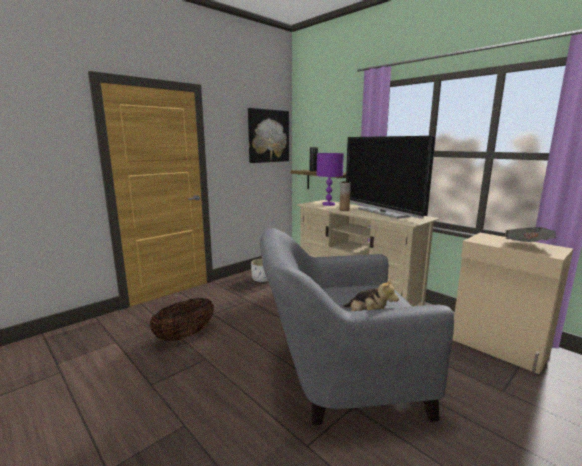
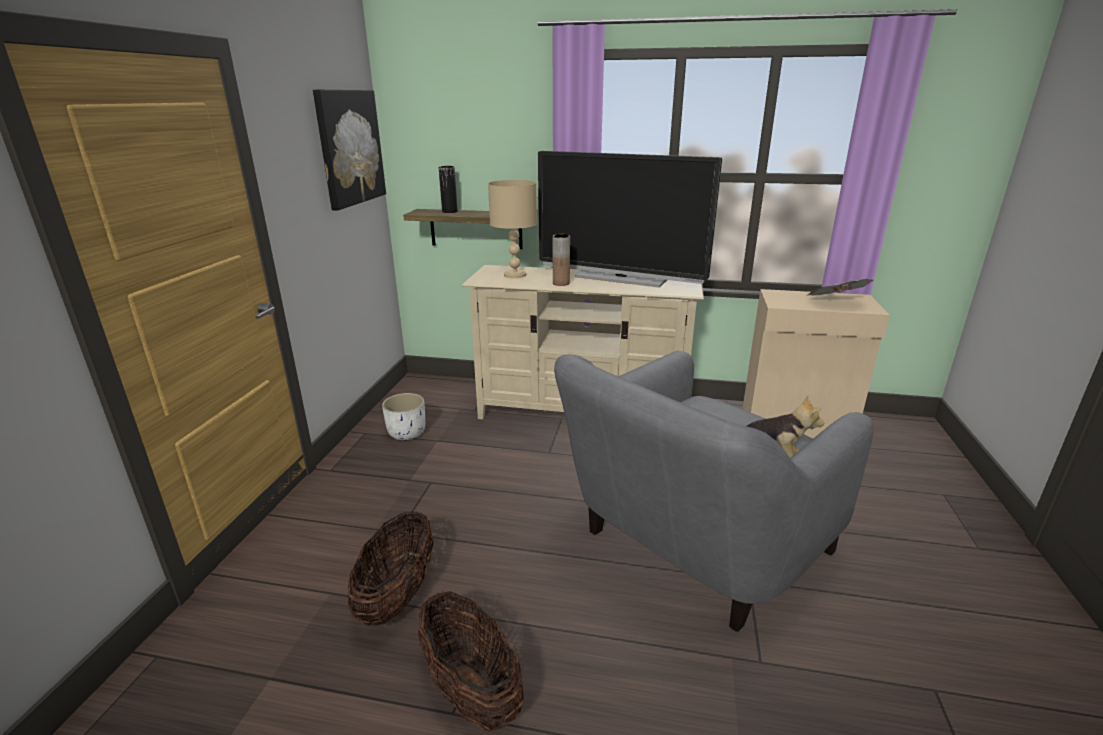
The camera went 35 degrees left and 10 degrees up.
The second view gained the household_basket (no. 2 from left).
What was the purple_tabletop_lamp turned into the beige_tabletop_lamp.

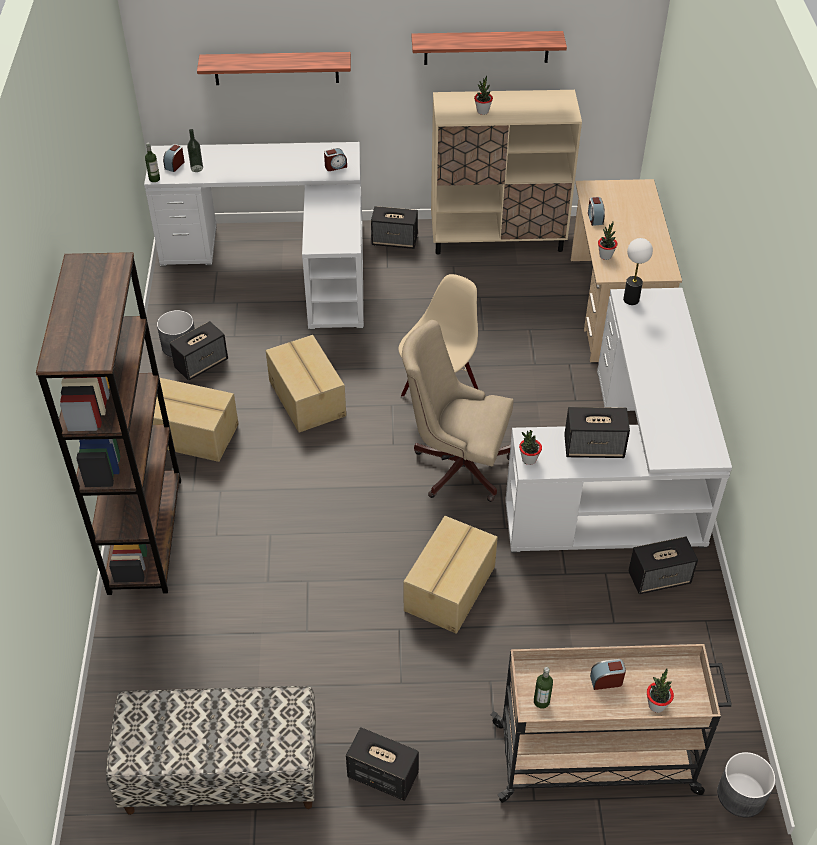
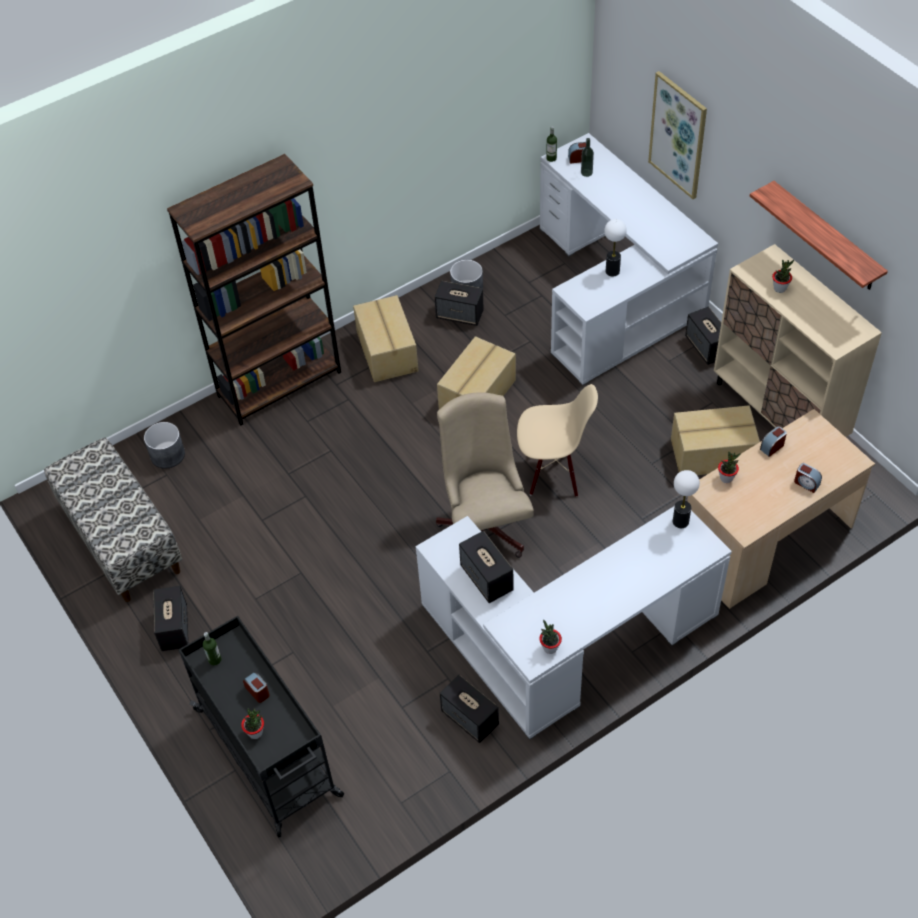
The camera went 60 degrees right and 5 degrees up.
The grey_plant_pot (no. 2 from left in the first image) ended up elsewhere.
What was the beige_trolley turned into the blackish_trolley.
The potted_plant (no. 2 from left) ended up elsewhere.
The second view gained the tabletop_lamp (no. 1 from left).
Where the bracket_shelf (no. 1 from left) hung, the wall_picture came to hang.
The cardboard_box (no. 3 from left) ended up elsewhere.
The alarm_clock (no. 2 from left in the first image) ended up elsewhere.

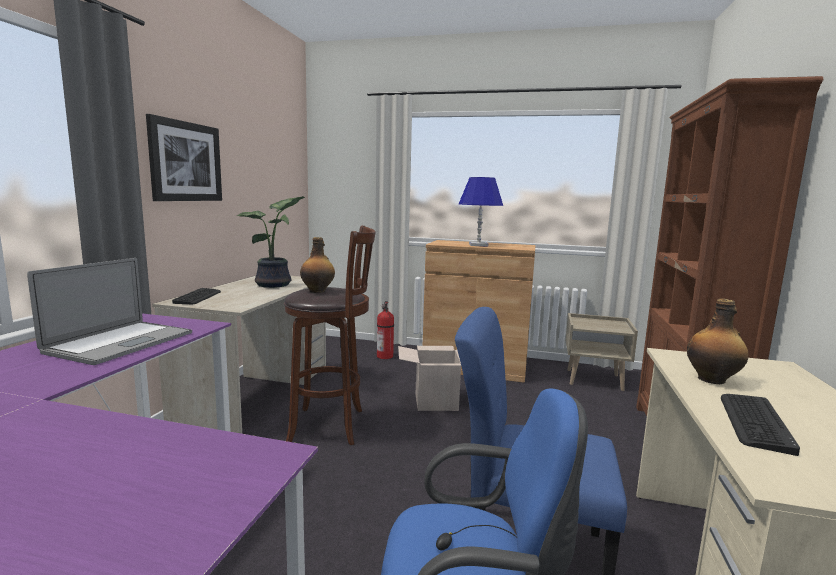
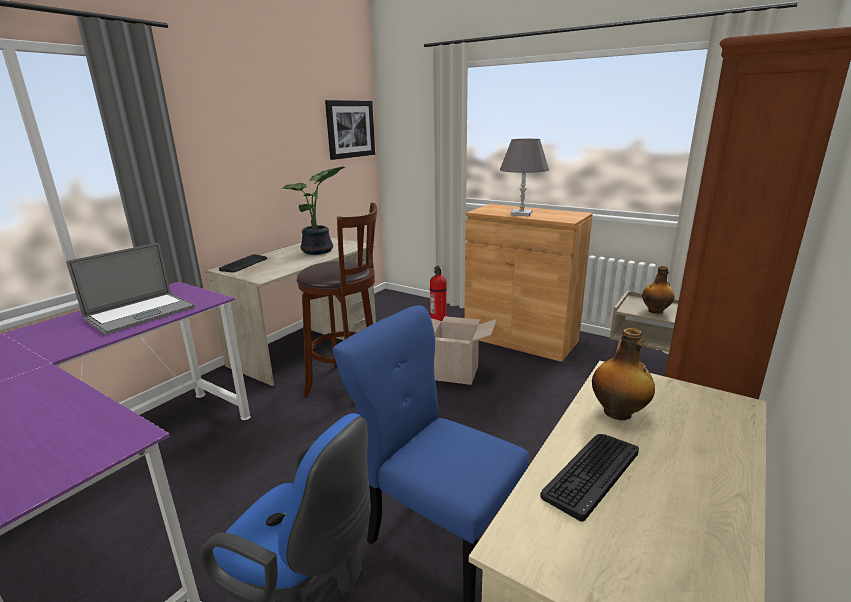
The camera went 20 degrees right and 10 degrees up.
The wall_picture ended up elsewhere.
What was the blue-coloured_tabletop_lamp turned into the grey_tabletop_lamp.
The bottle (no. 1 from left in the first image) ended up elsewhere.

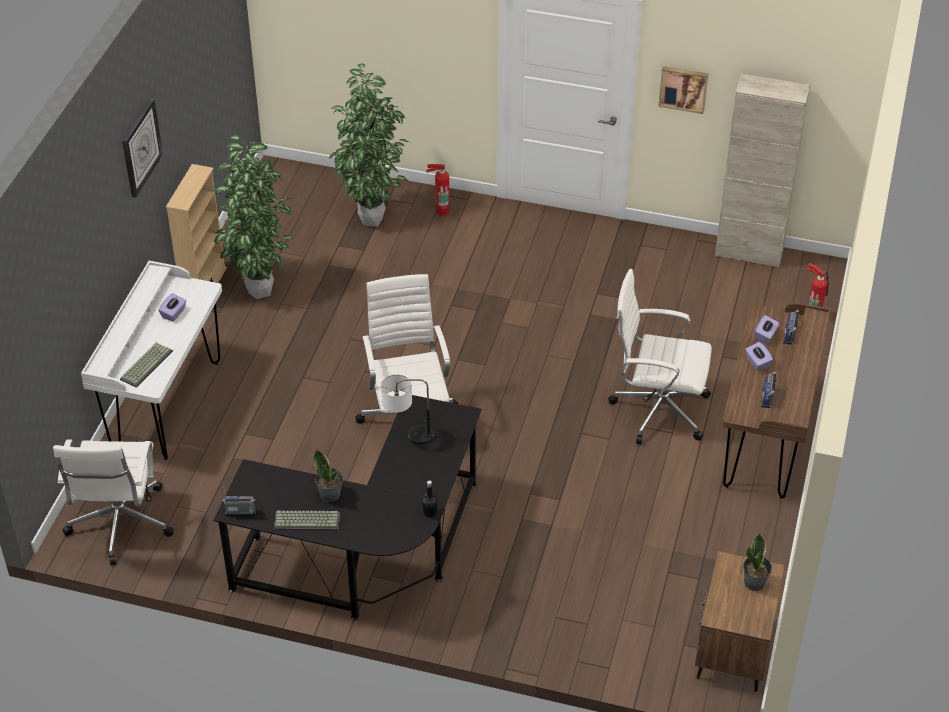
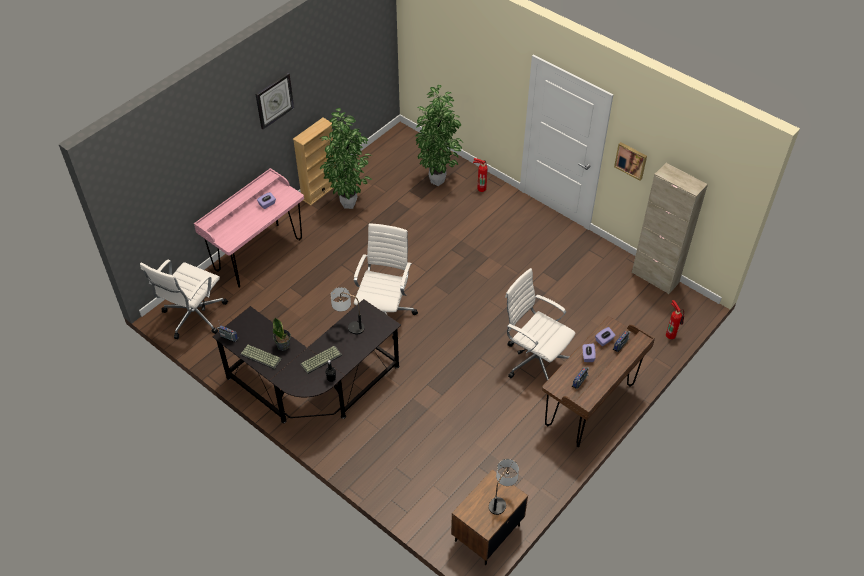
The camera went 25 degrees right and 5 degrees up.
What was the whitish_desk_unit turned into the pinkish_desk_unit.
The keyboard (no. 1 from left in the first image) ended up elsewhere.
Where the potted_plant (no. 4 from left) stood, the tabletop_lamp (no. 2 from left) came to stand.

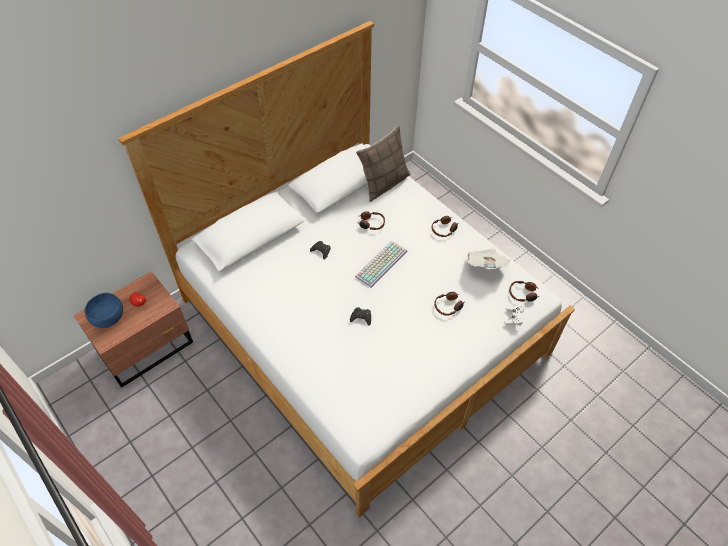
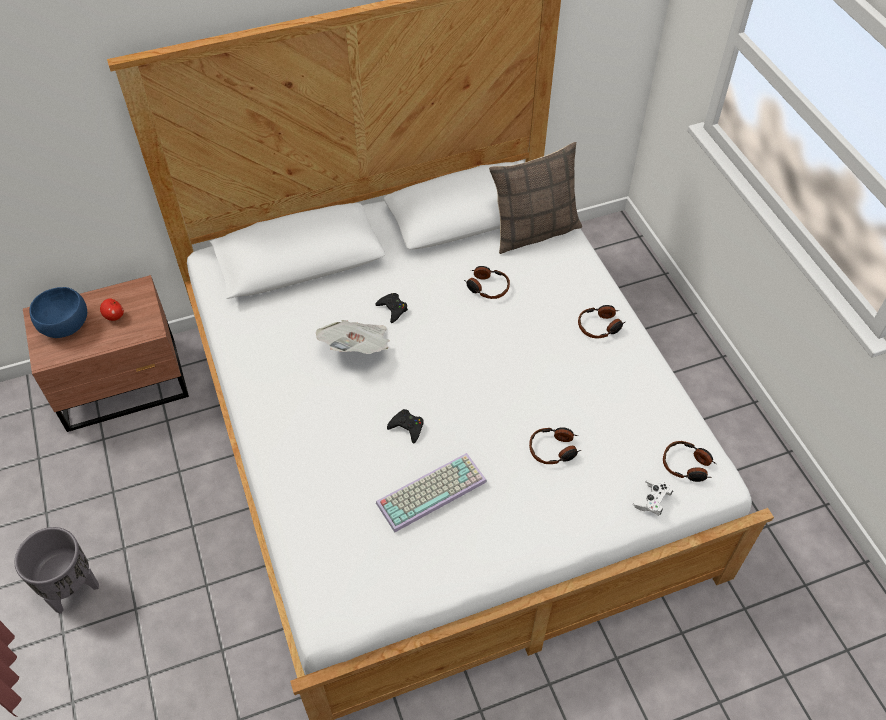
The camera went 20 degrees right and 0 degrees up.
The second view gained the grey_plant_pot.
The printed_paper ended up elsewhere.
The keyboard ended up elsewhere.

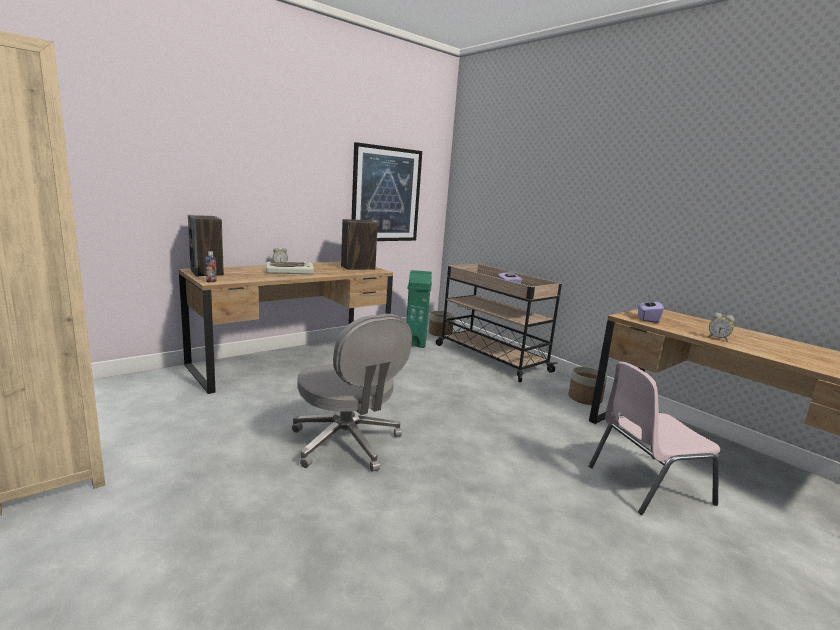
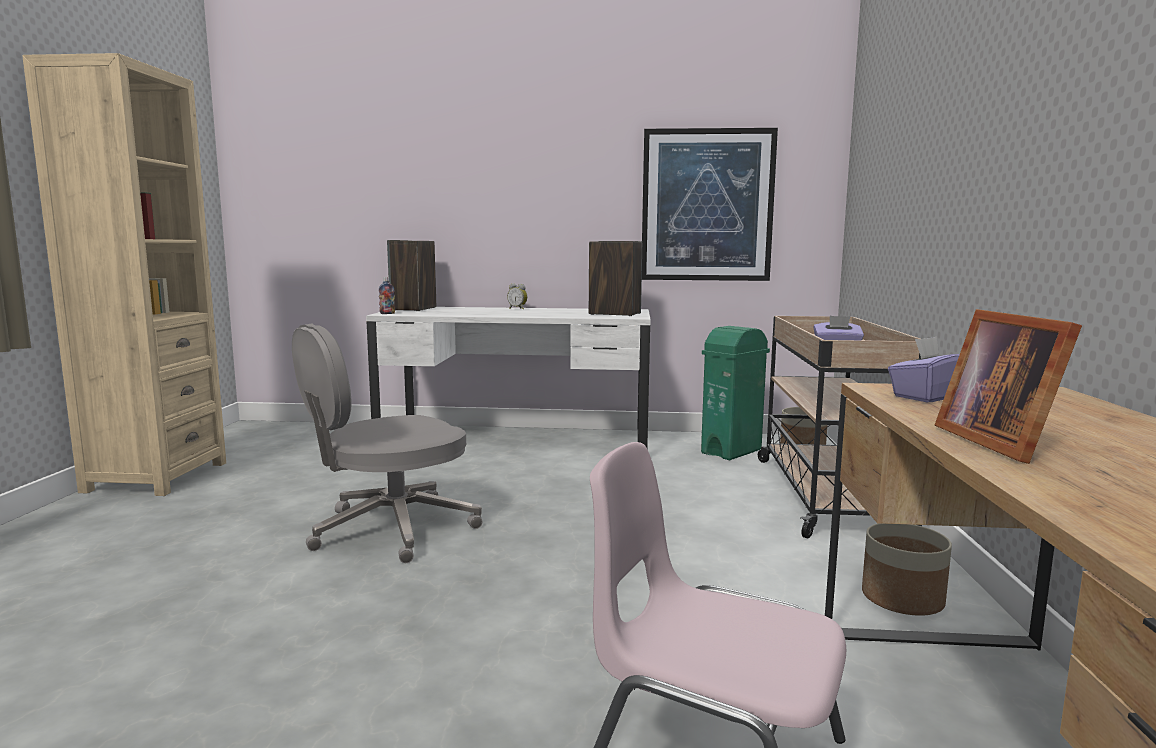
The camera went 45 degrees right and 5 degrees down.
The grey_office_chair ended up facing another way, 45 degrees clockwise from before.
What was the brownish_desk_unit (no. 1 from left) turned into the whitish_desk_unit.
Where the alarm_clock (no. 2 from left) stood, the photo_frame came to stand.
The second view lost the keyboard.

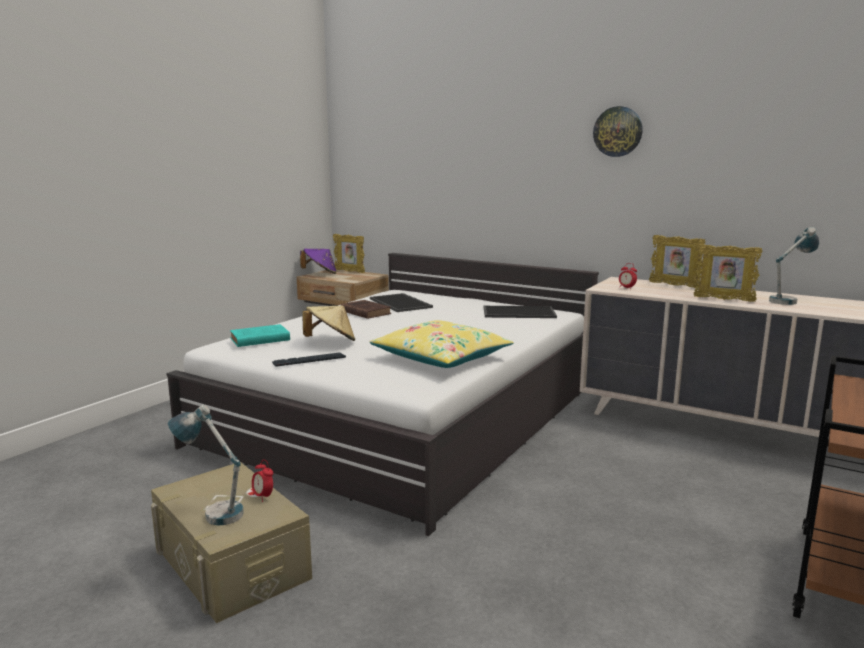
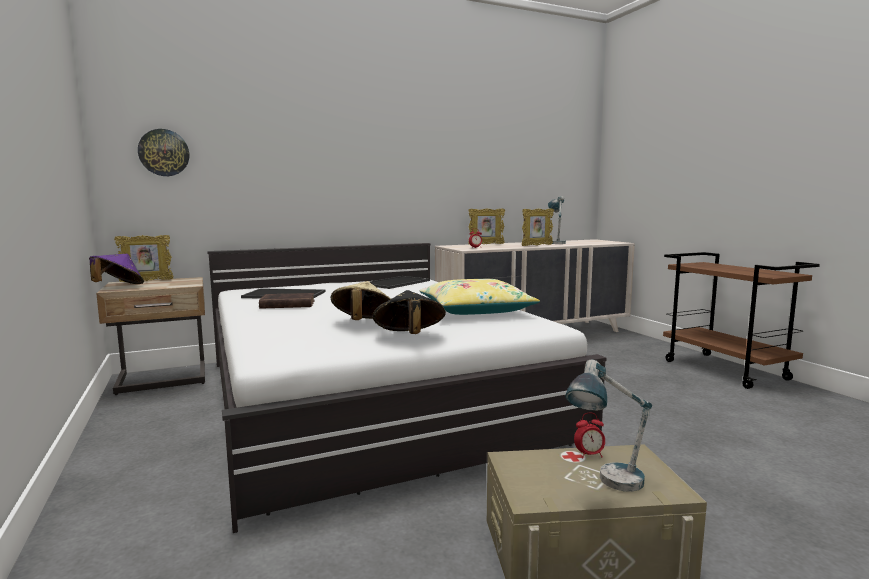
The camera went 55 degrees left and 5 degrees down.
The clock_on_the_wall ended up elsewhere.
Where the keyboard stood, the blackish_hat came to stand.
The second view lost the turquoise-coloured_volume.

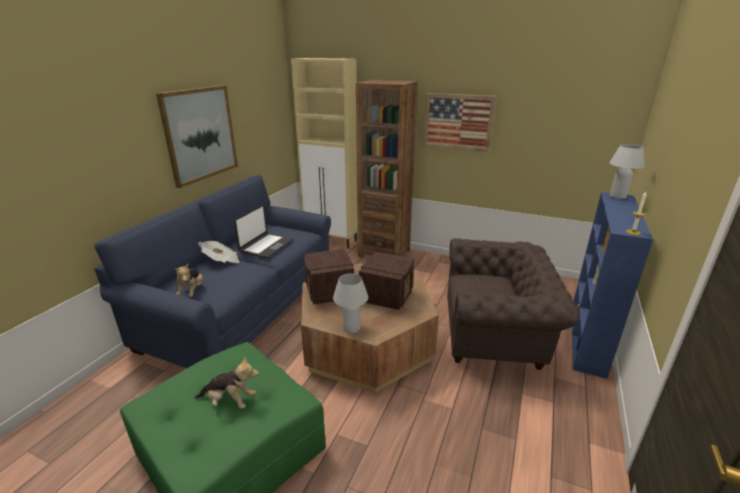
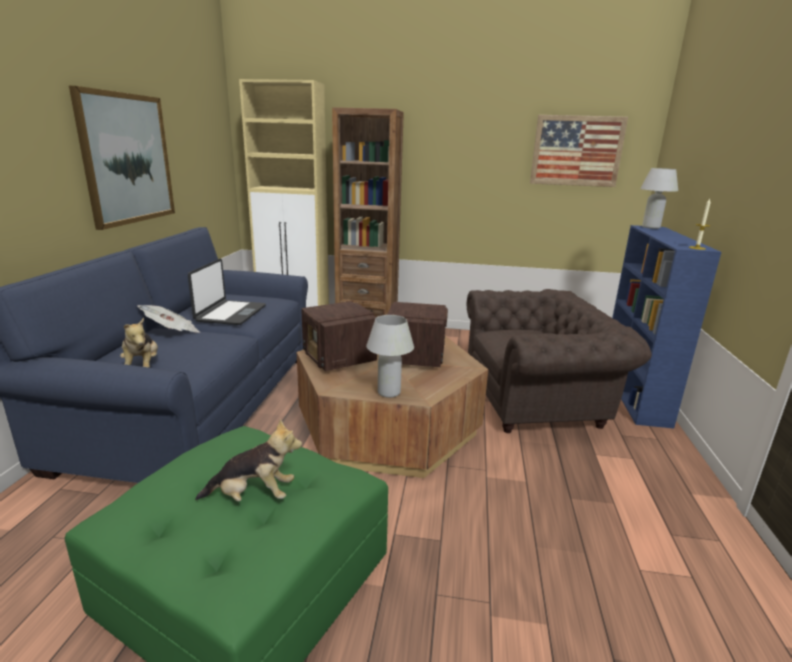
The camera went 15 degrees left and 5 degrees down.
The wall_picture (no. 2 from left) ended up elsewhere.

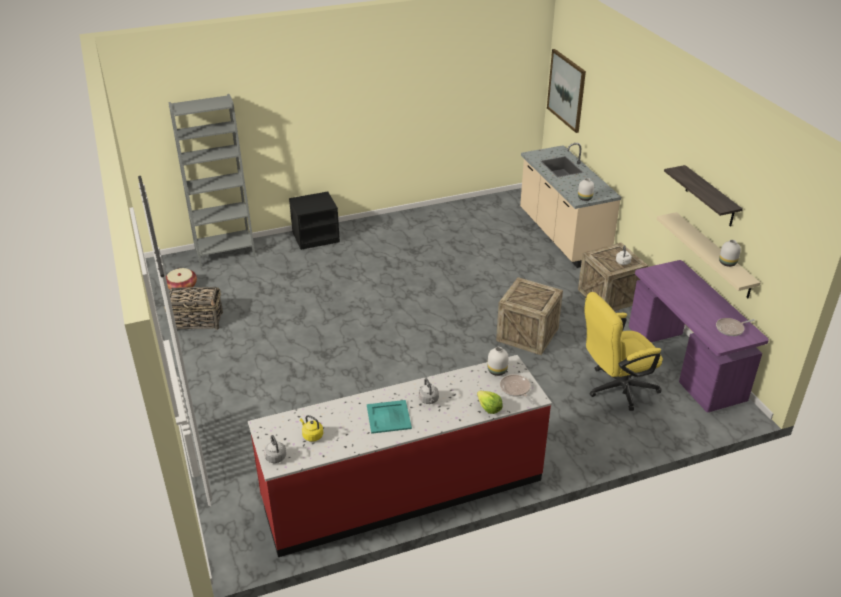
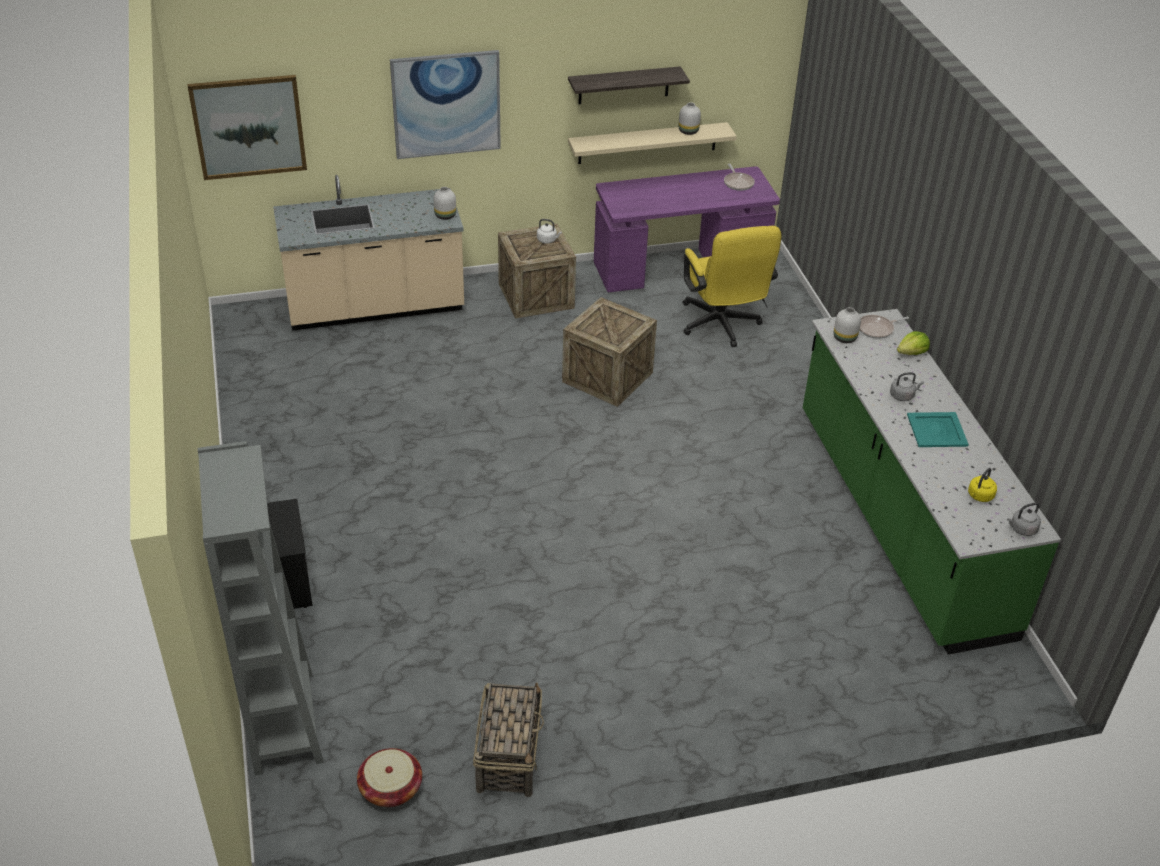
The camera went 85 degrees left and 5 degrees up.
The second view gained the wall_picture (no. 2 from left).
What was the reddish_kitchen_counter turned into the green_kitchen_counter.

